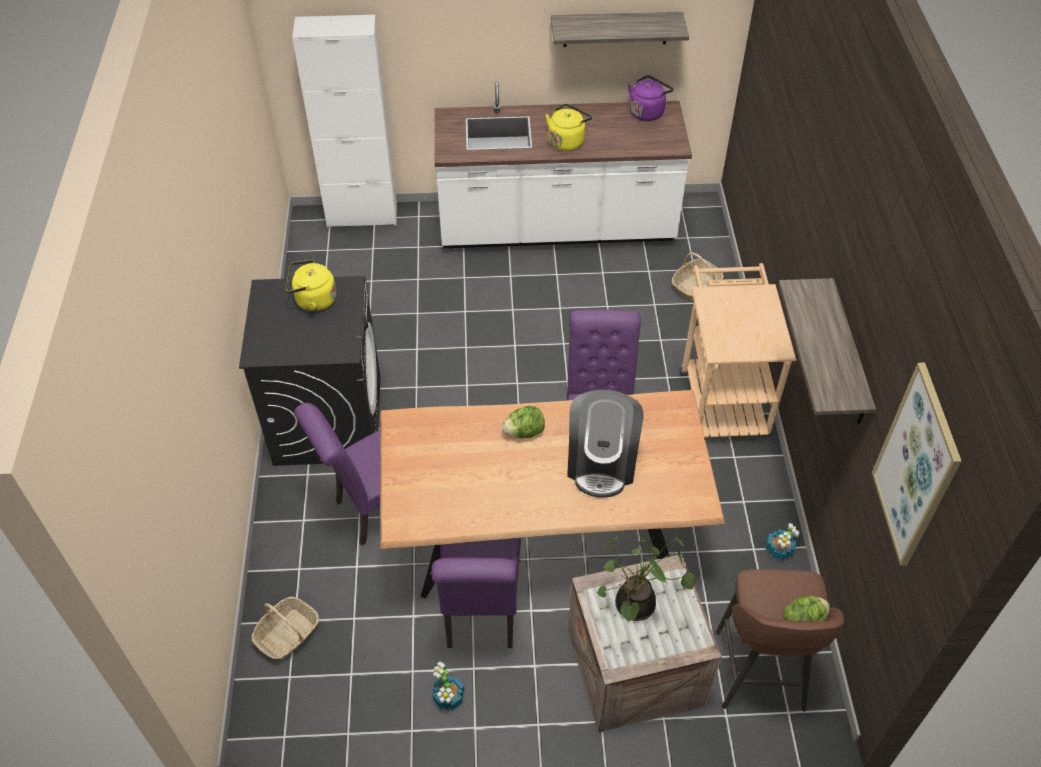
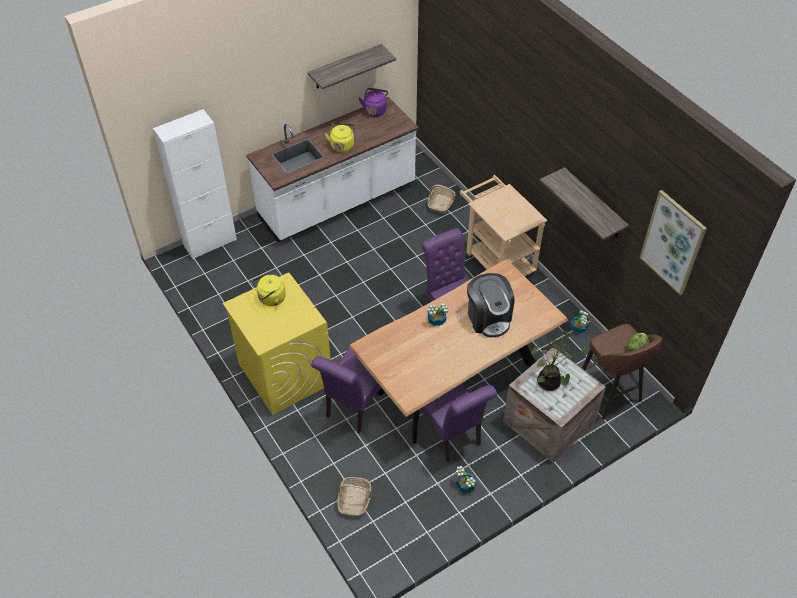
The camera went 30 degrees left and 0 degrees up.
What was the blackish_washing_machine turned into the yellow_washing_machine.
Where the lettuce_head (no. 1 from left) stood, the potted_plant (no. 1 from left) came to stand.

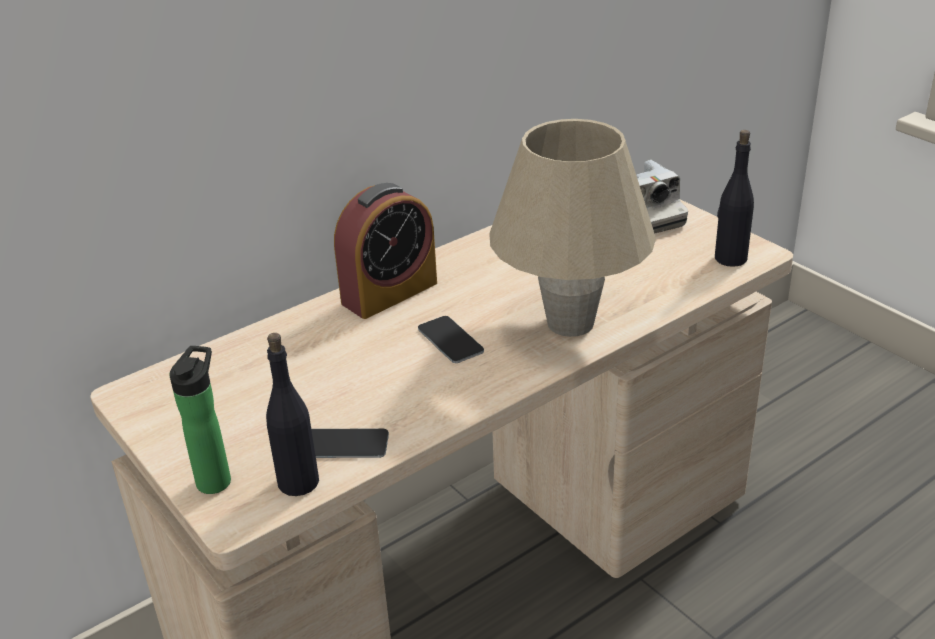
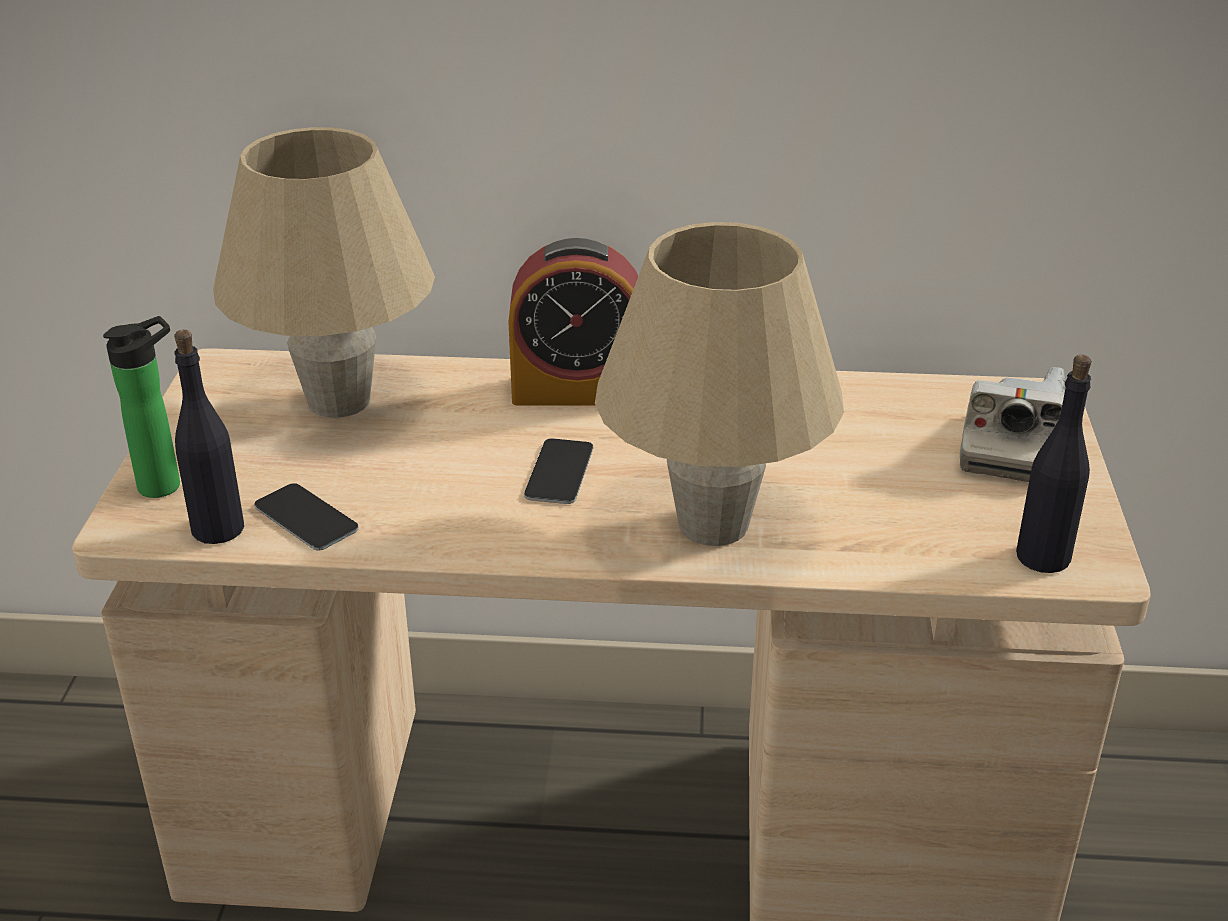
The camera went 40 degrees right and 0 degrees up.
The second view gained the beige_tabletop_lamp (no. 1 from left).

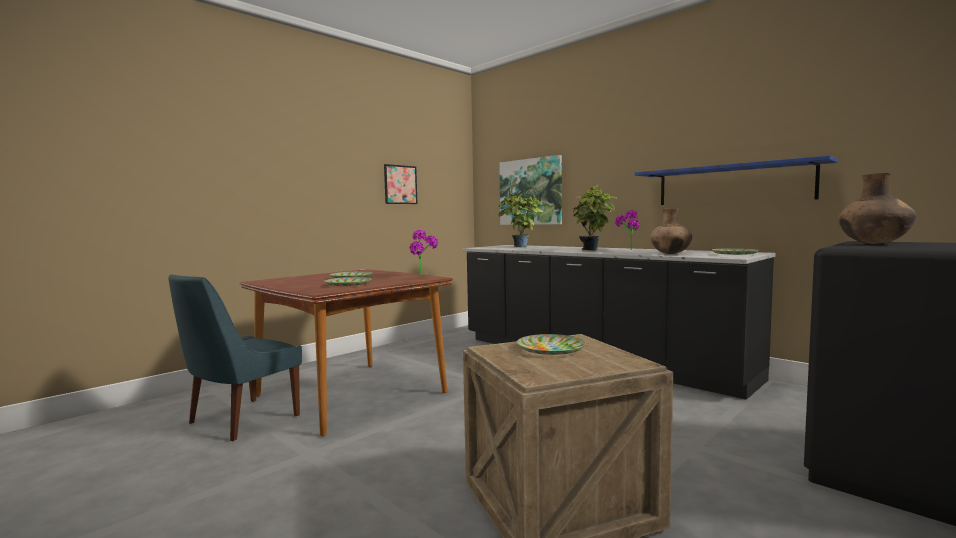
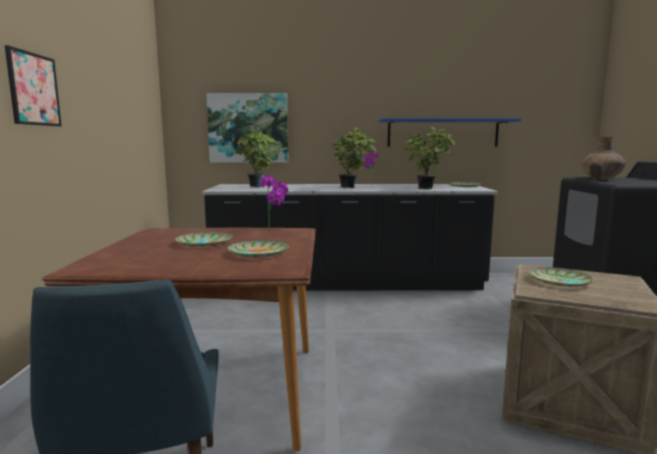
The camera went 45 degrees left and 5 degrees up.
The wall_picture (no. 1 from left) ended up elsewhere.
Where the brownish_vase (no. 1 from left) stood, the potted_plant (no. 5 from left) came to stand.

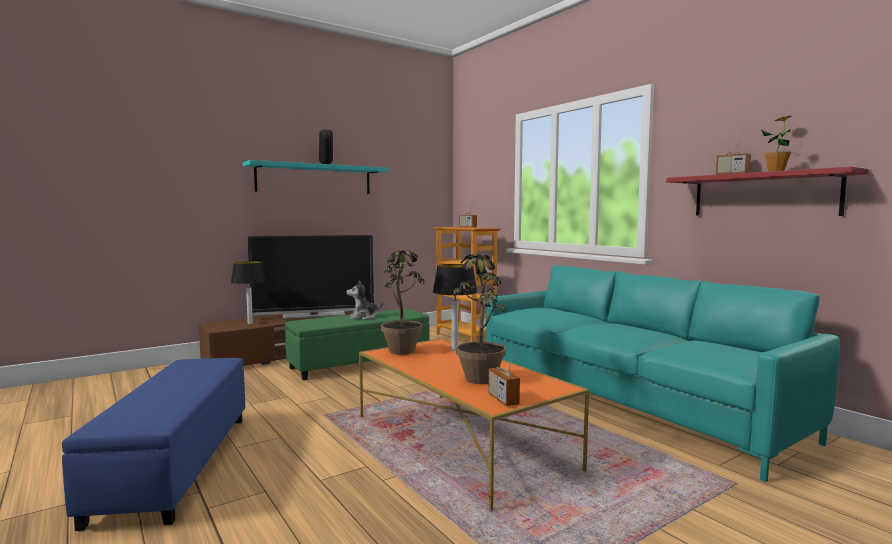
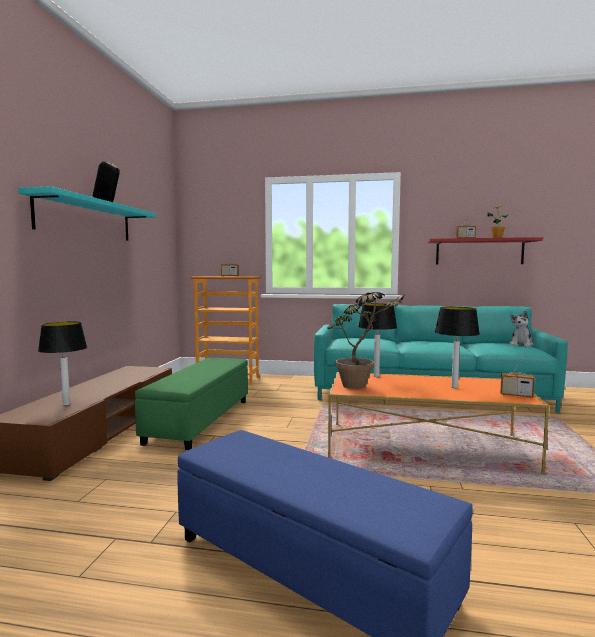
The camera went 45 degrees left and 0 degrees up.
Where the potted_plant (no. 2 from left) stood, the tabletop_lamp (no. 3 from left) came to stand.
The plush_toy ended up elsewhere.
The second view lost the TV.

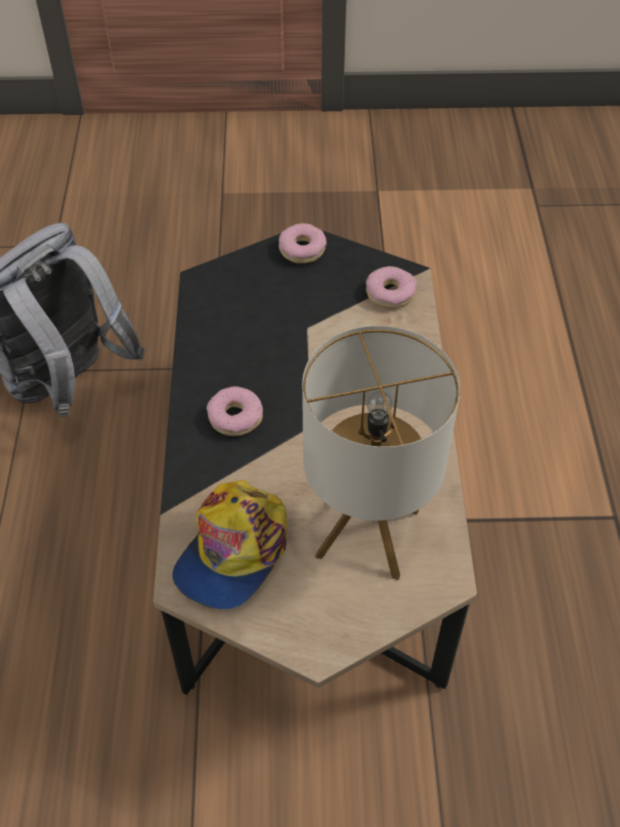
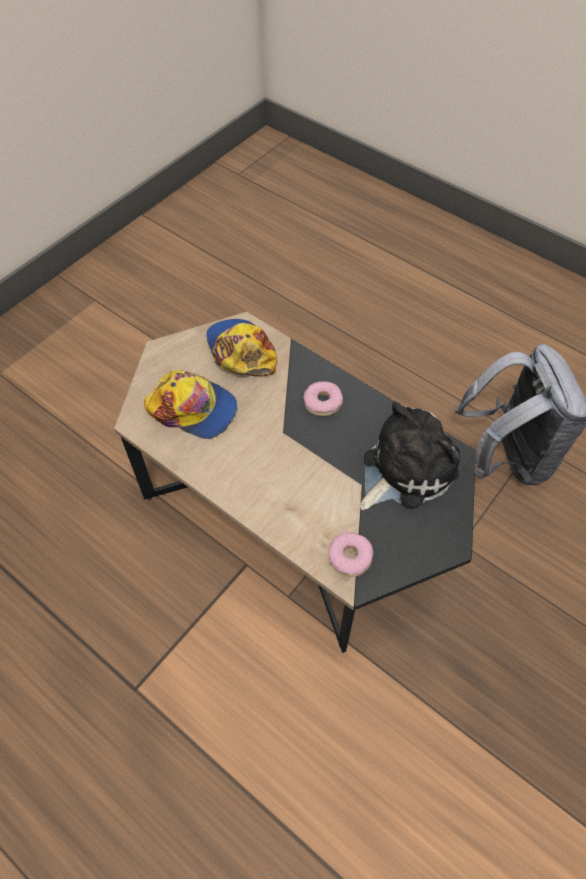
The camera went 130 degrees right and 5 degrees up.
Where the tabletop_lamp stood, the cap (no. 1 from left) came to stand.
The second view gained the plush_toy.
The second view lost the ring_doughnut (no. 2 from left).

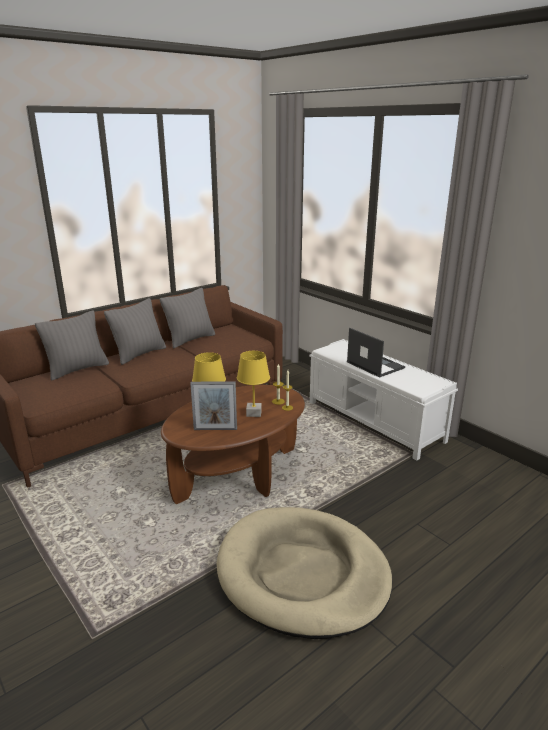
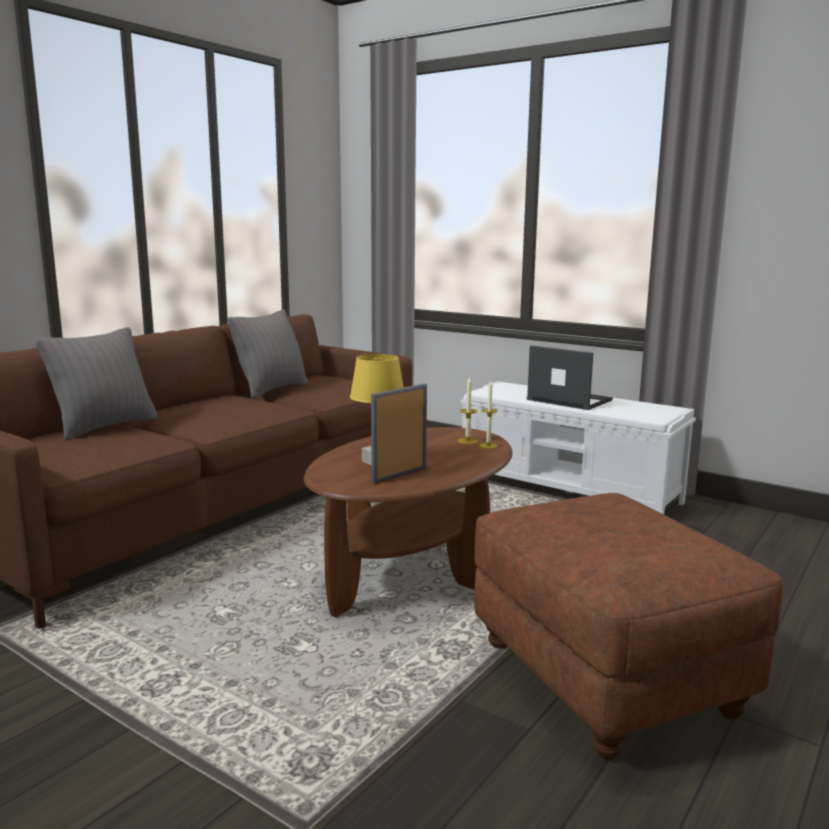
The camera went 15 degrees left and 10 degrees down.
The photo_frame ended up facing another way, 150 degrees clockwise from before.
Where the beige_pet_bed stood, the brownish_ottoman came to stand.
The second view lost the grey_cushion (no. 2 from left).
The second view lost the yellow_tabletop_lamp (no. 2 from left).

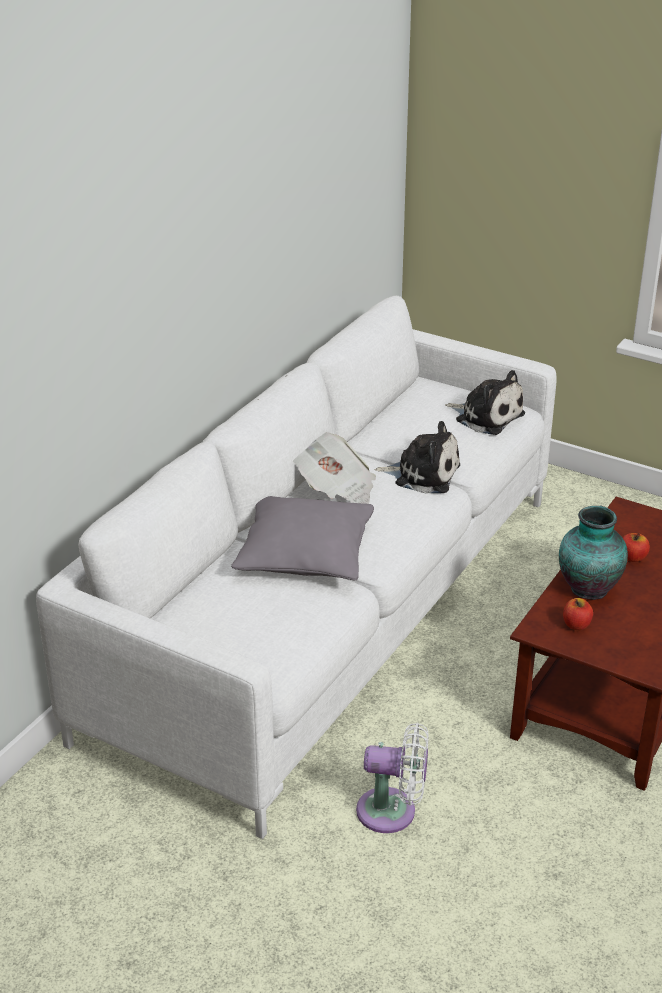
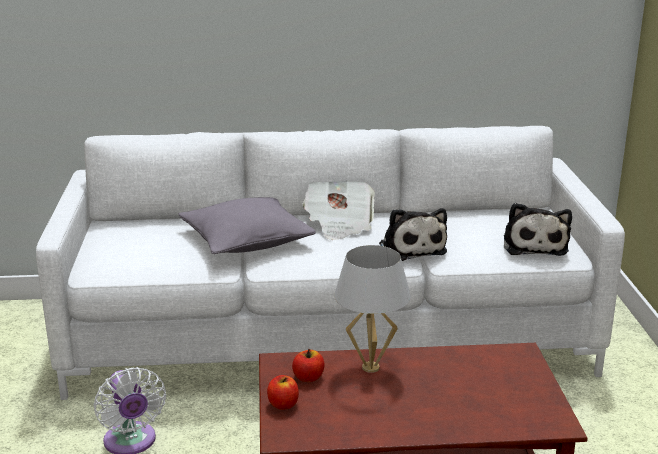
The camera went 55 degrees right and 10 degrees down.
The apple_fruit (no. 2 from left in the first image) ended up elsewhere.
Where the vase stood, the whitish_tabletop_lamp came to stand.

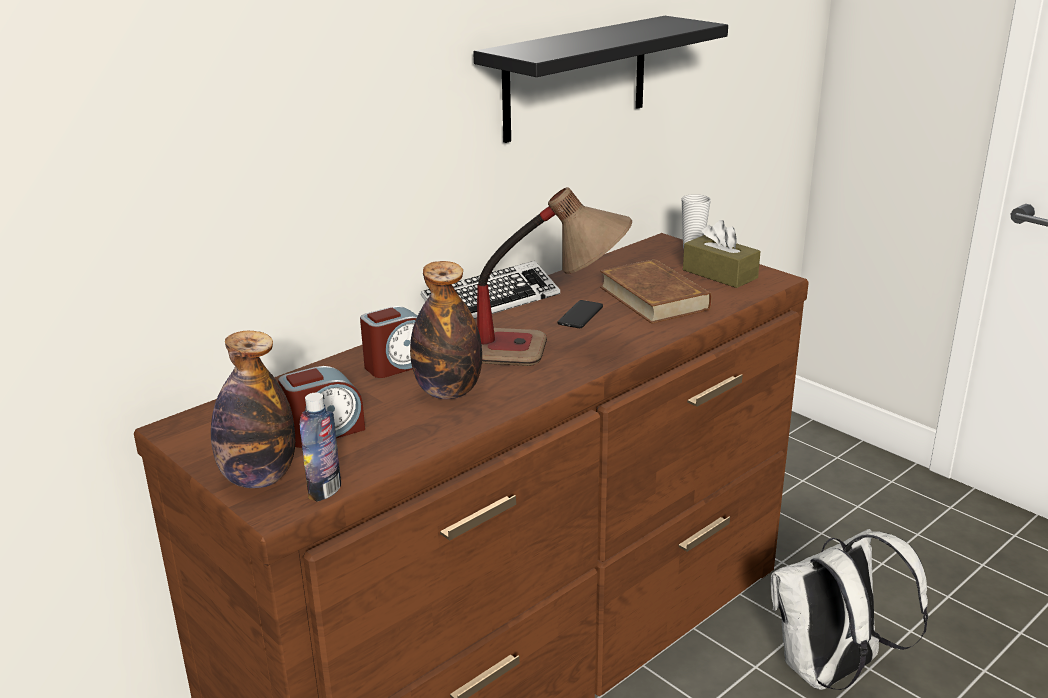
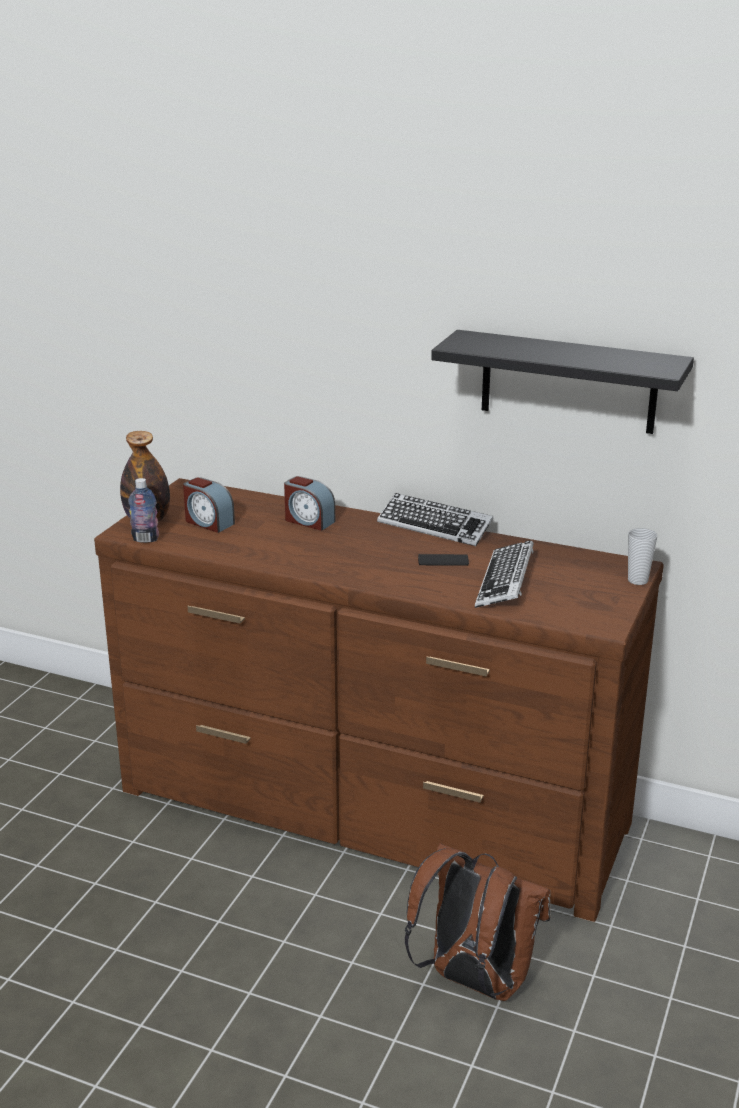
The camera went 65 degrees right and 0 degrees up.
What was the whitish_rucksack turned into the brownish_rucksack.
Where the brownish_volume stood, the keyboard (no. 2 from left) came to stand.
The second view lost the bottle (no. 3 from left).
The second view lost the tabletop_lamp.
The second view lost the brownish_box_of_tissues.

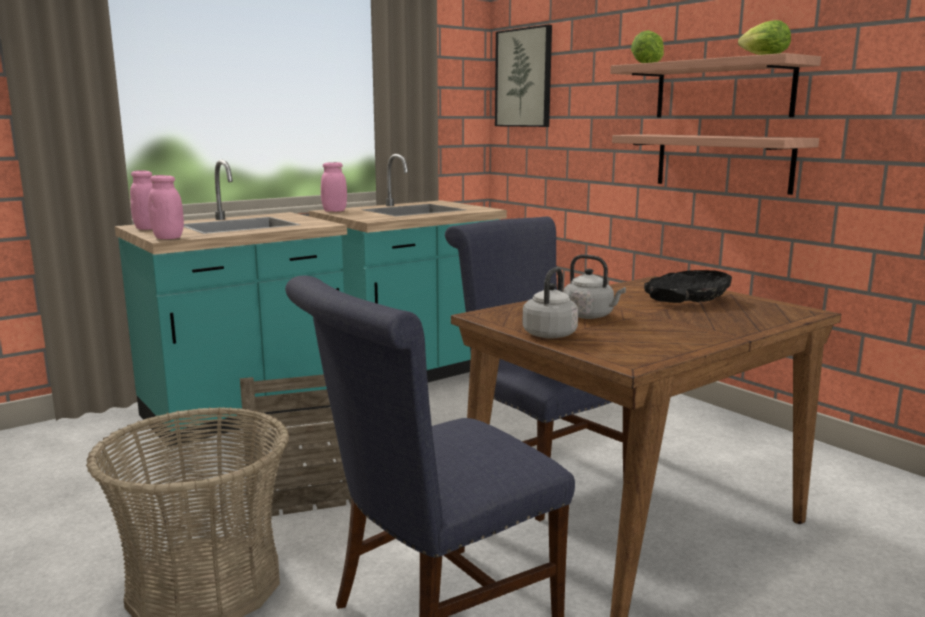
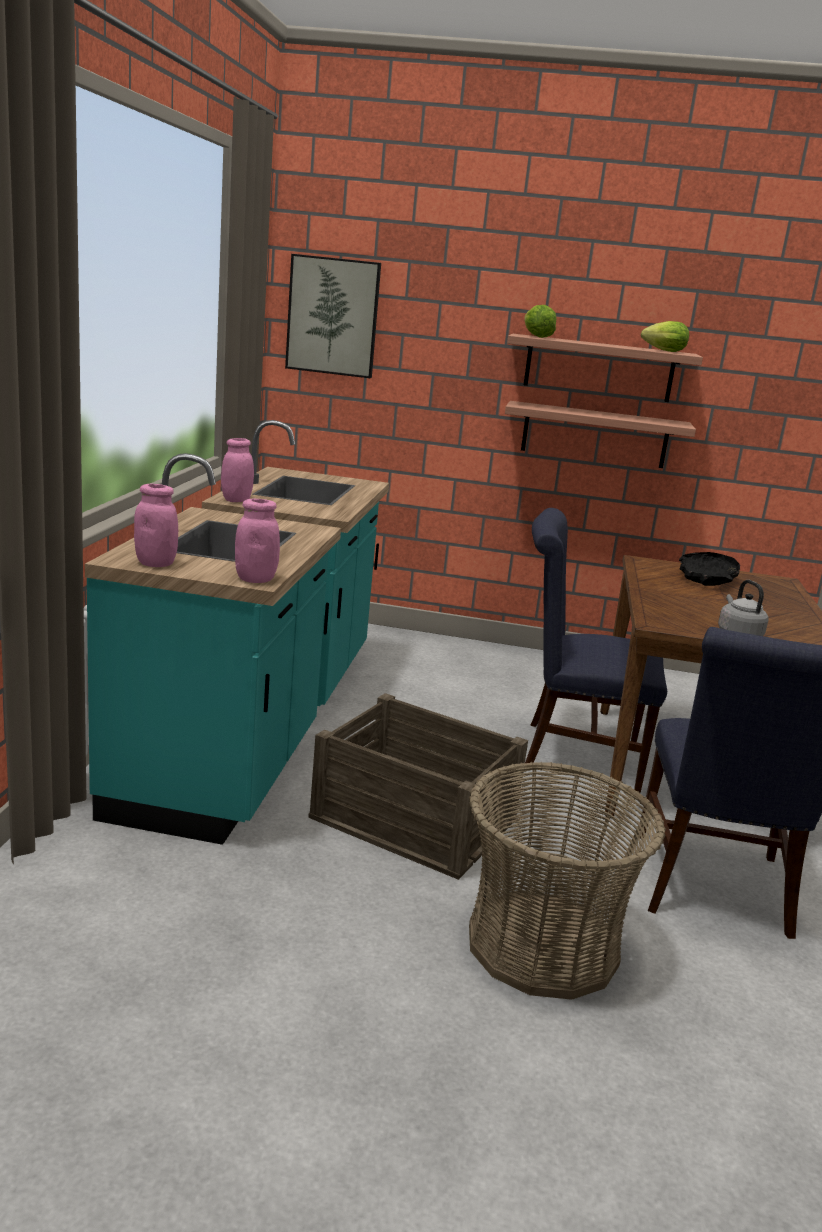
The camera went 45 degrees left and 5 degrees up.
The second view lost the grey_kettle (no. 2 from left).

